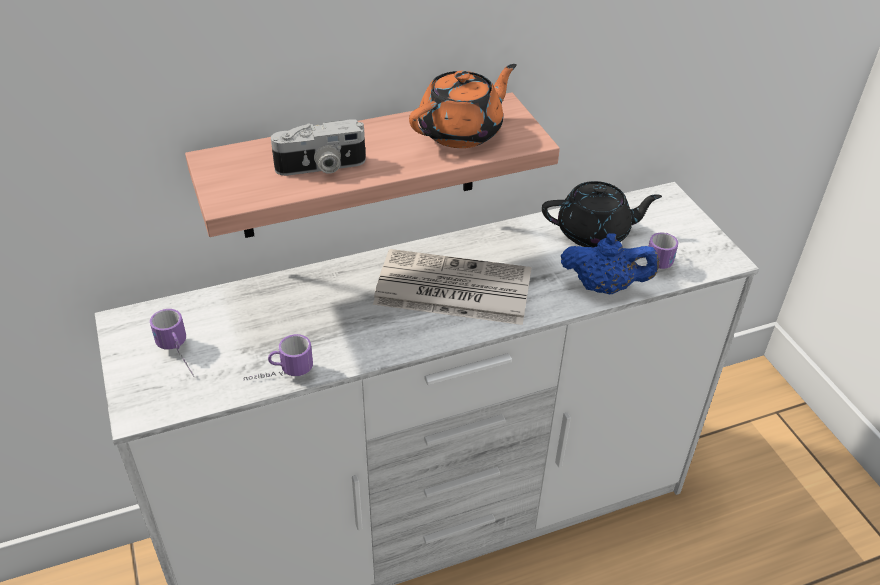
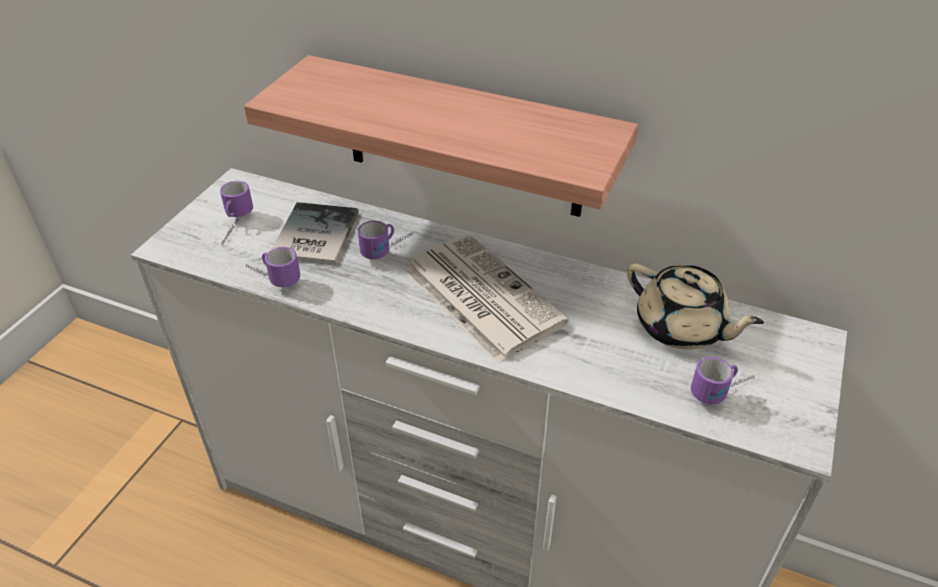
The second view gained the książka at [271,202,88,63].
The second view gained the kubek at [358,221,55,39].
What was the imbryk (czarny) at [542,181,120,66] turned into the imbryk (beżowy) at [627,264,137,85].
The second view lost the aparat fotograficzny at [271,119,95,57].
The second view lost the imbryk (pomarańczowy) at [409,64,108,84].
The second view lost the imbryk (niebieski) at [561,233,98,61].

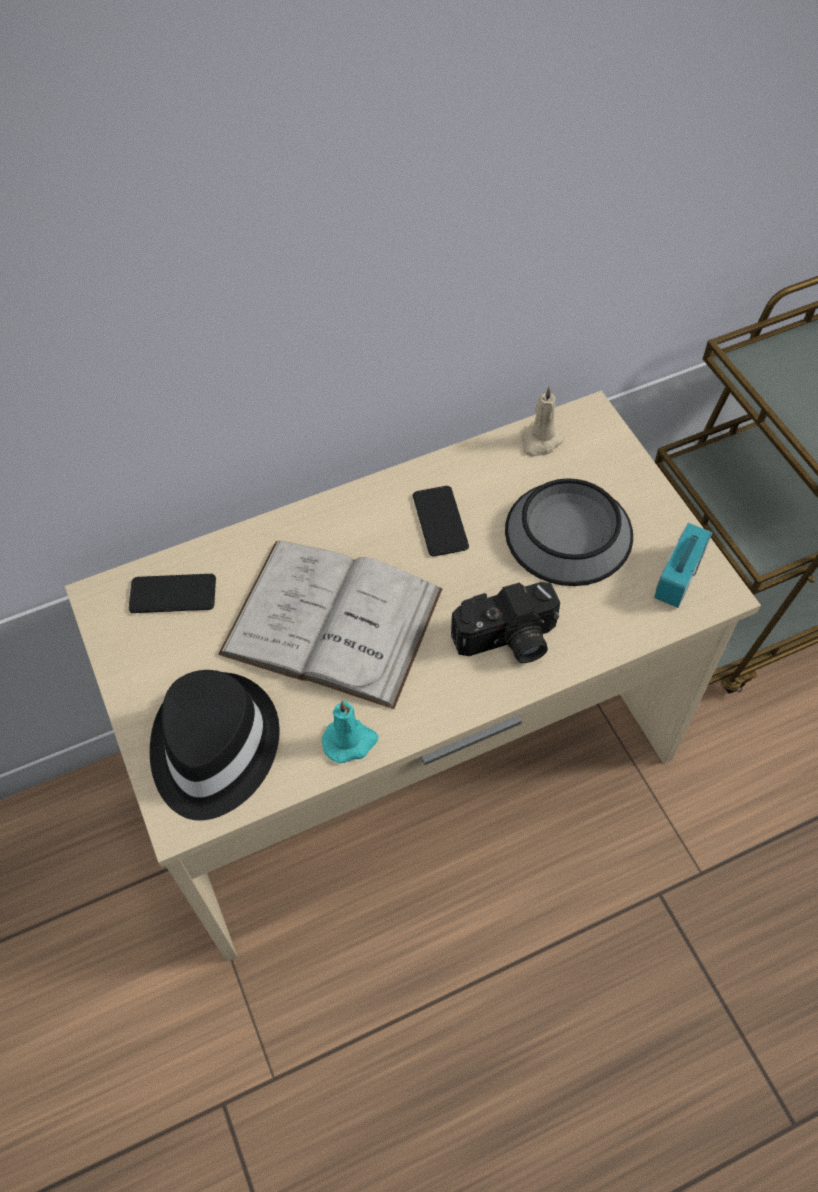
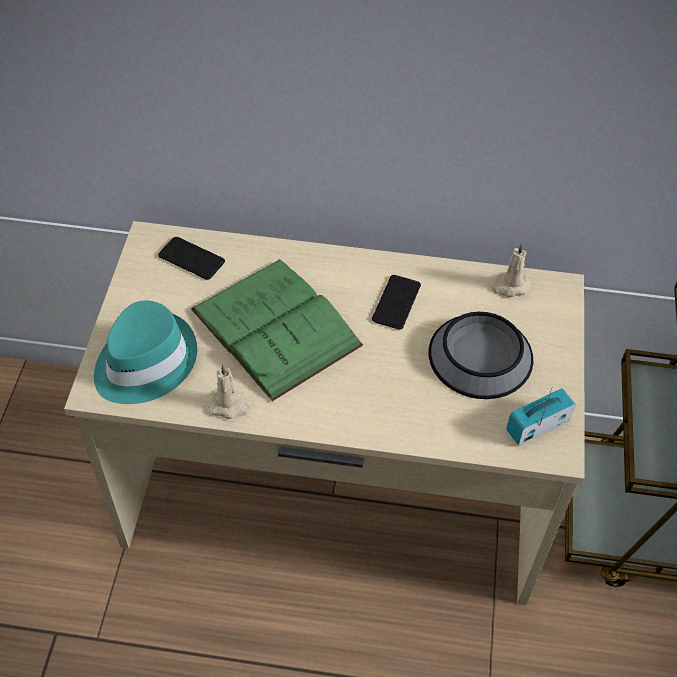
What was the kapelusz (czarny) at [150,670,130,151] turned into the kapelusz (turkusowy) at [94,300,103,104].
What was the książka (biały) at [218,540,224,169] turned into the książka (zielony) at [191,259,172,142].
What was the świeca (turkusowy) at [322,701,56,63] turned into the świeca (beżowy) at [208,364,42,55].
The second view lost the aparat fotograficzny at [451,582,109,81].

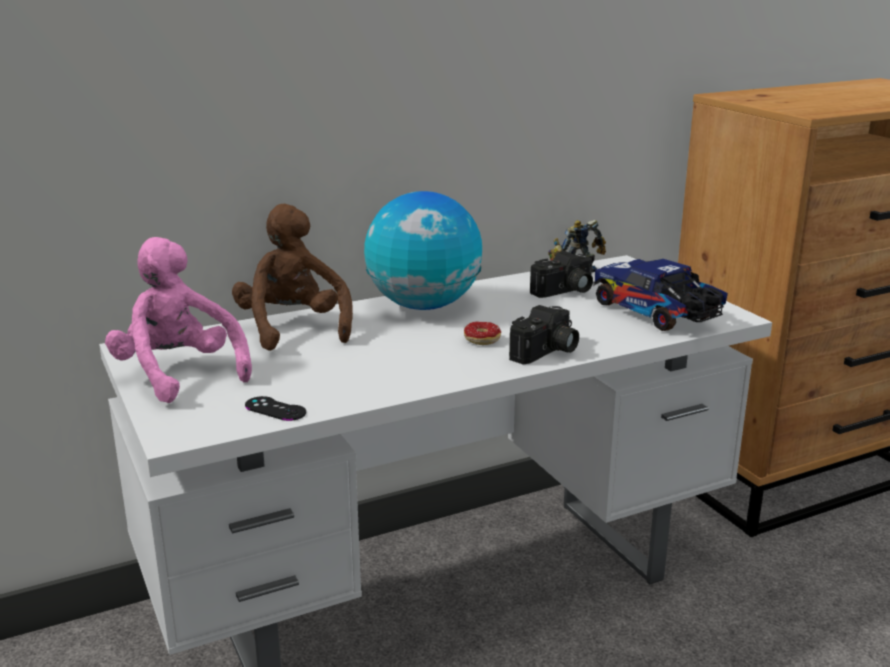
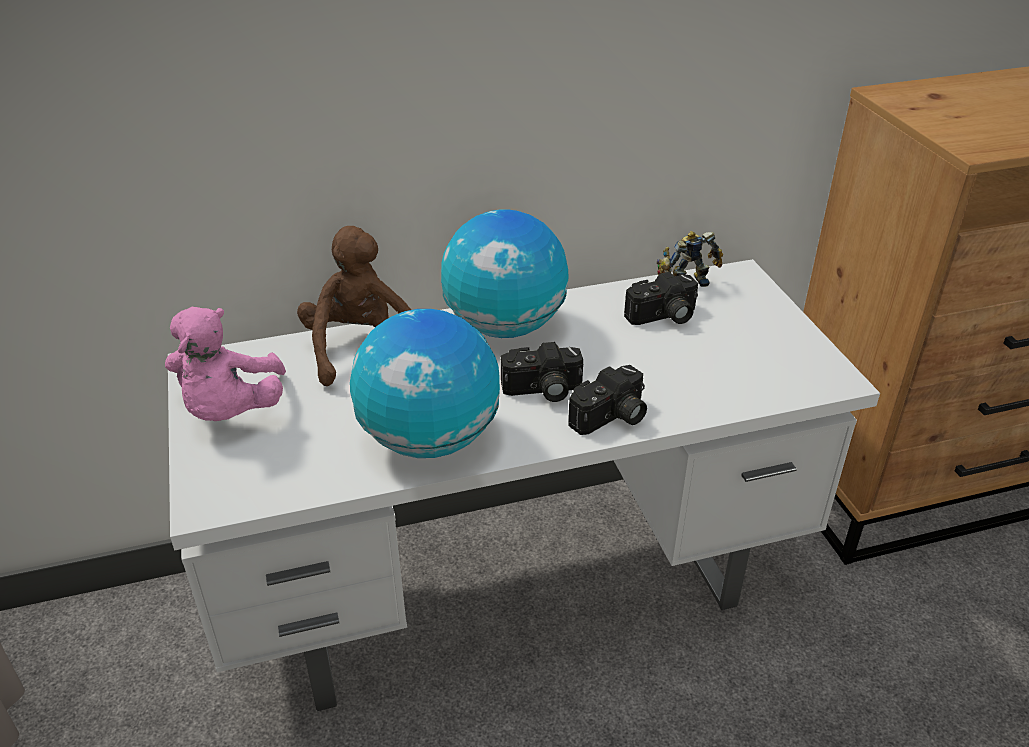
The pluszak (różowy) at [105,237,147,166] ended up facing another way, 150 degrees counterclockwise from before.
The second view gained the globus at [350,309,150,149].
Where the donut stood at [464,322,37,23], the aparat fotograficzny came to stand at [501,342,82,60].
The second view lost the pad do gier (czarny) at [245,396,61,25].
The second view lost the ciężarówka zabawkowa at [593,259,135,72].

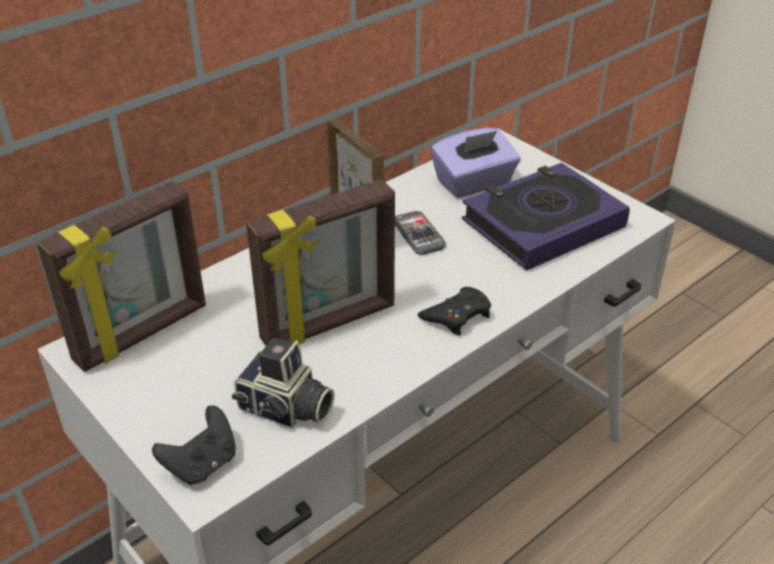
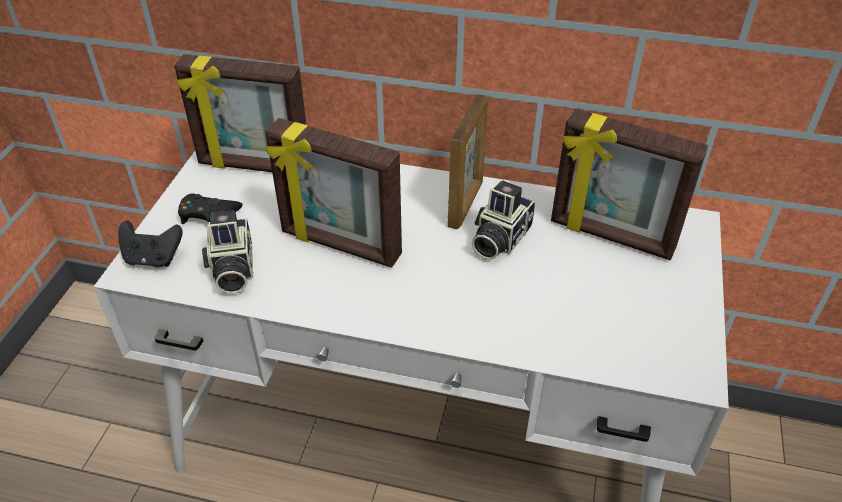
The pad do gier (czarny) ended up elsewhere, having gone from [418,287,73,49] to [178,193,65,31].
Where the telefon stood at [395,211,51,44], the aparat fotograficzny came to stand at [472,180,63,80].
Where the pudełko chusteczek (fioletowy) stood at [431,128,90,70], the ramka na zdjęcie came to stand at [551,108,157,152].
The second view lost the książka at [462,163,168,108].

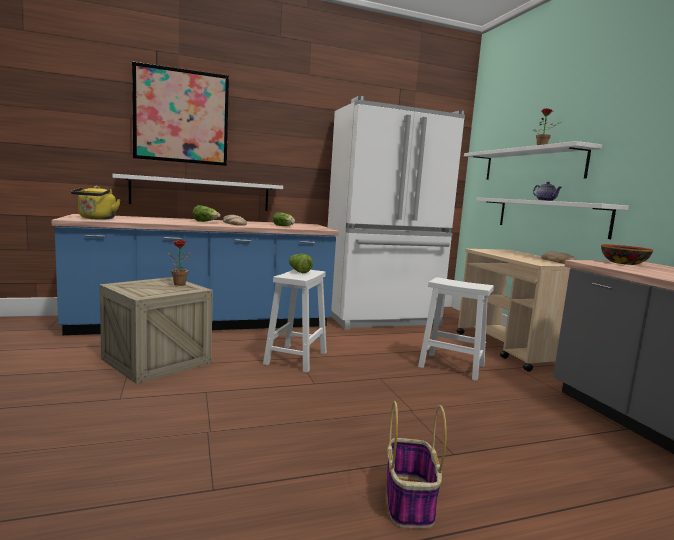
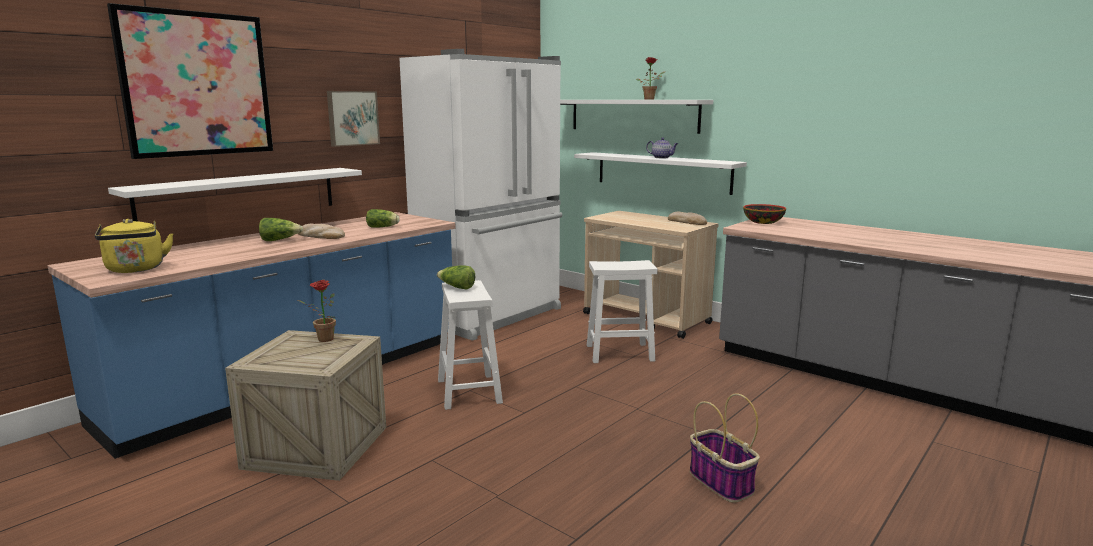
The second view gained the obraz at [327,91,53,56].

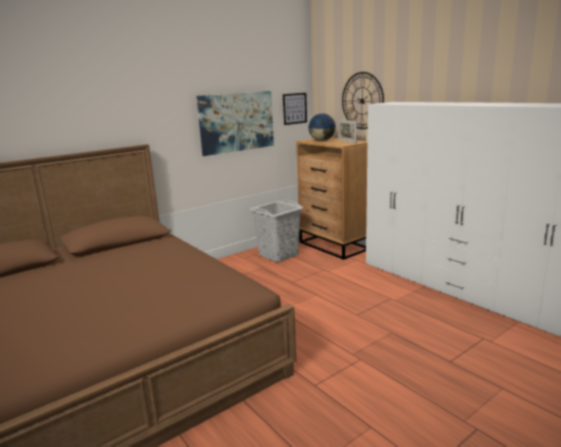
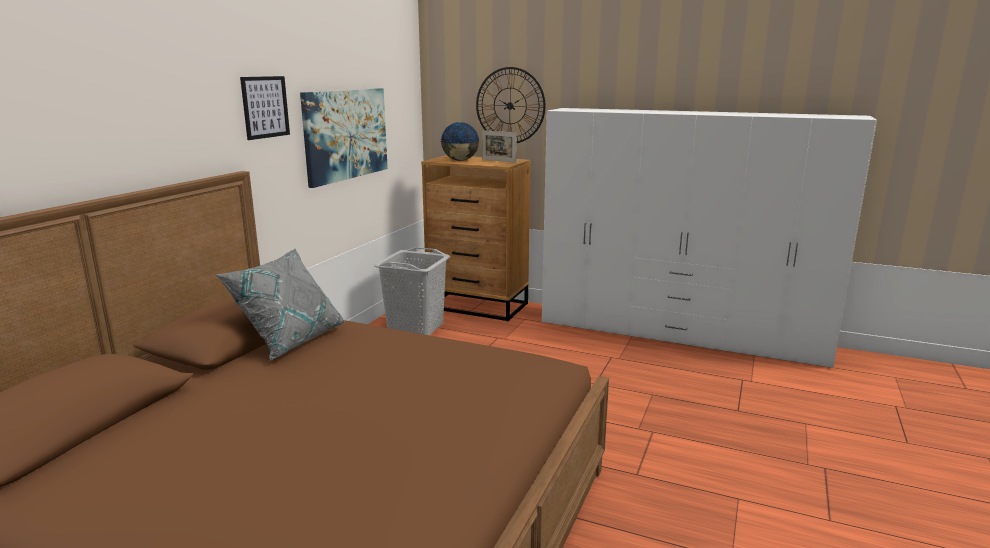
The second view gained the poduszka (szary) at [215,249,130,112].
The obraz ended up elsewhere, having gone from [283,93,24,32] to [240,76,50,64].

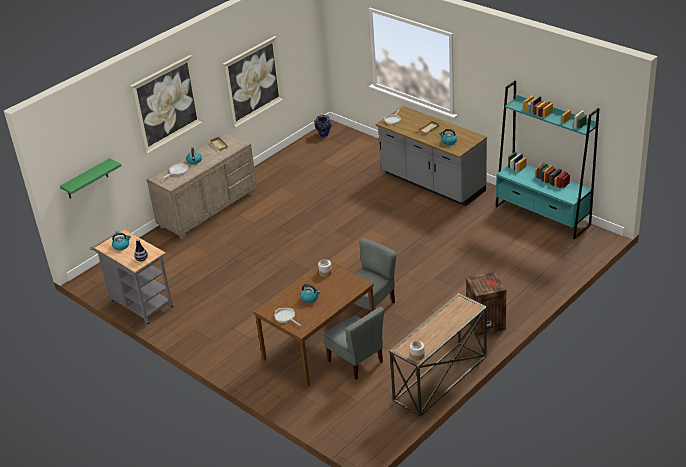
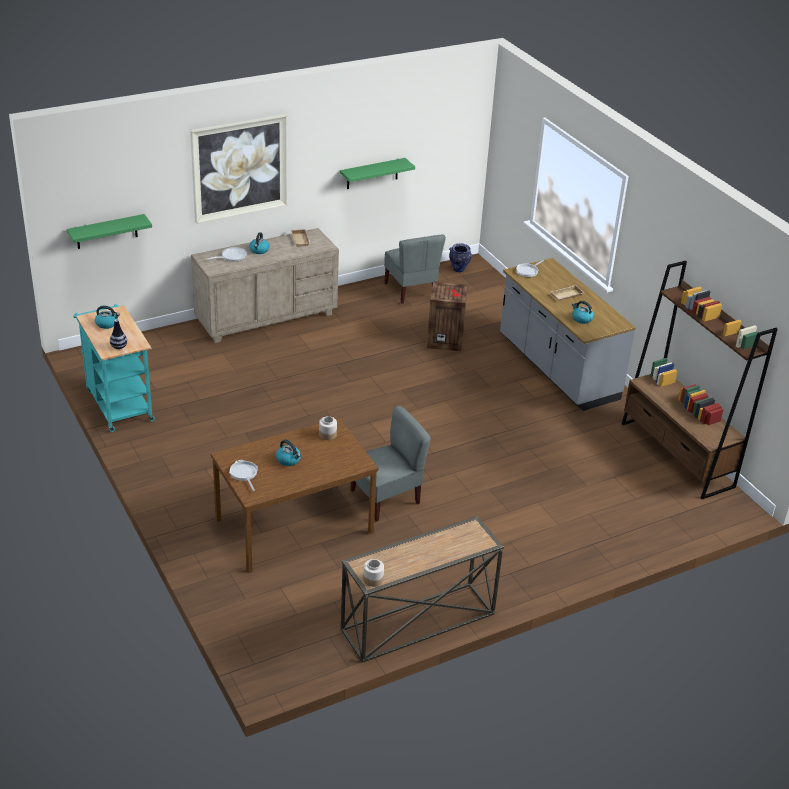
What was the wózek (szary) at [90,230,84,95] turned into the wózek (turkusowy) at [73,304,82,128].
Where the obraz hung at [222,36,62,93], the półka (zielony) came to hang at [340,158,75,31].
The krzesło (szary) ended up elsewhere, having gone from [324,307,60,73] to [384,235,62,69].
The skrzynka ended up elsewhere, having gone from [466,271,40,65] to [427,282,41,69].
What was the regał (turkusowy) at [496,81,104,158] turned into the regał (brązowy) at [622,261,155,238].

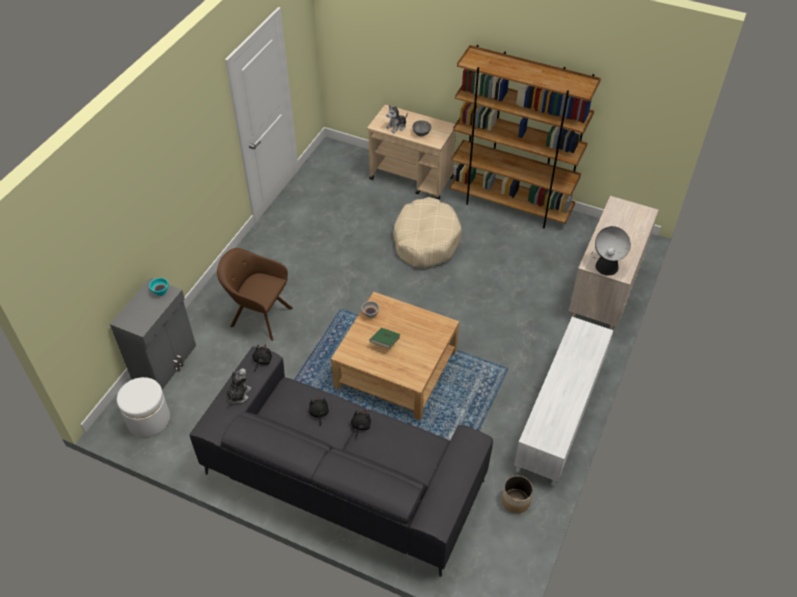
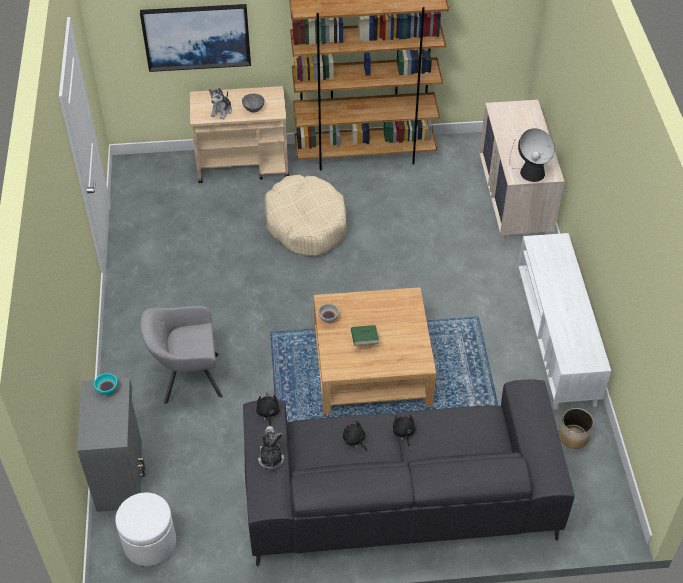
The second view gained the obraz at [140,4,111,68].
What was the fotel (brązowy) at [217,248,76,93] turned into the fotel (szary) at [140,306,83,98].

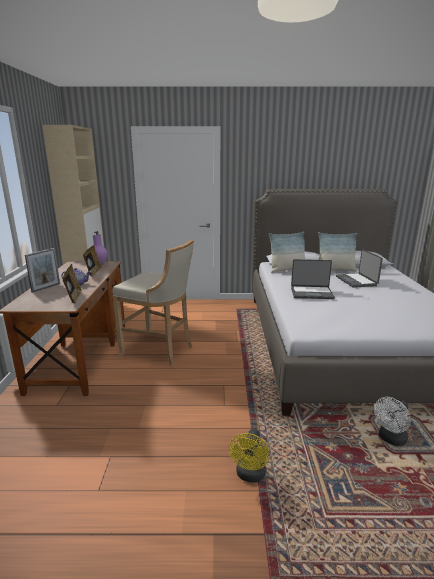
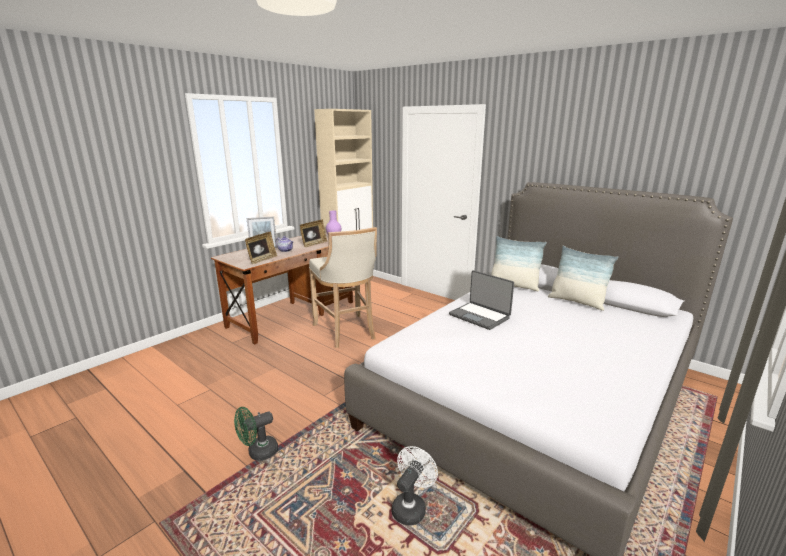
What was the wentylator (żółty) at [229,429,41,54] turned into the wentylator (zielony) at [234,407,44,54].
The wentylator (biały) at [374,397,37,49] ended up facing another way, 120 degrees clockwise from before.
The second view lost the laptop at [336,249,47,39].

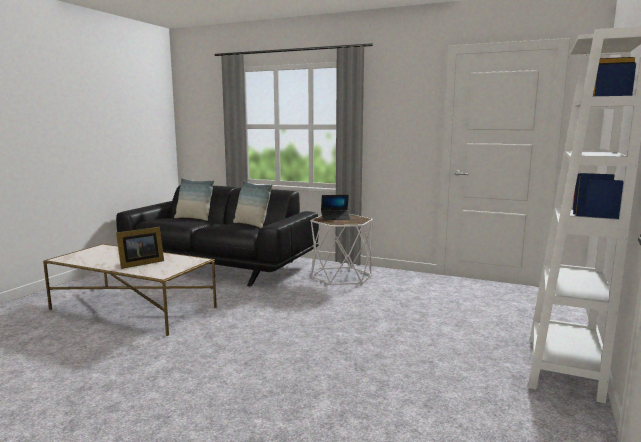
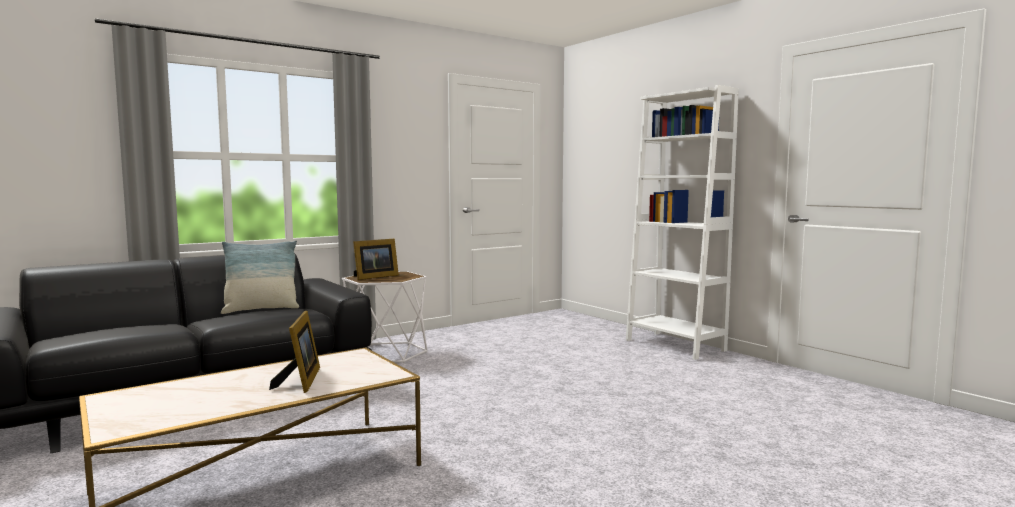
Where the laptop stood at [321,195,29,25], the ramka na zdjęcie came to stand at [353,238,46,42].
The second view lost the poduszka at [174,178,40,43].

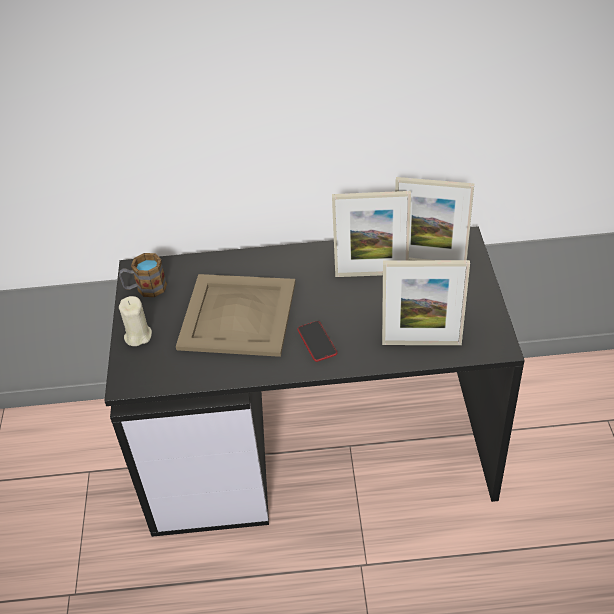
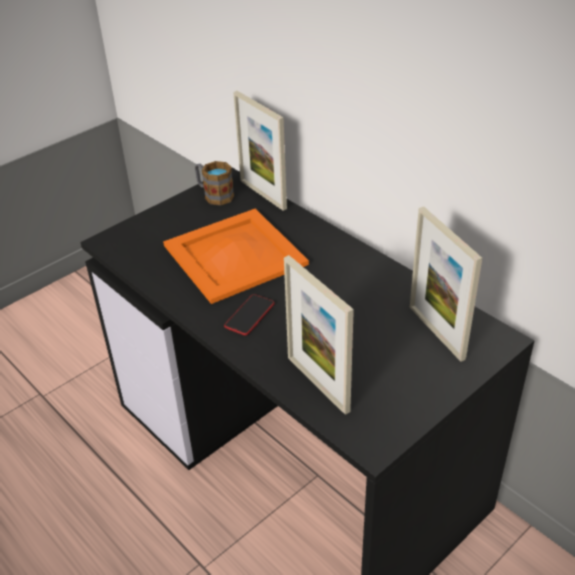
What was the taca (beżowy) at [176,274,120,83] turned into the taca (pomarańczowy) at [163,209,146,95].
The ramka na zdjęcie ended up elsewhere, having gone from [332,191,79,86] to [233,91,54,120].
The second view lost the świeca (beżowy) at [119,296,33,50].

